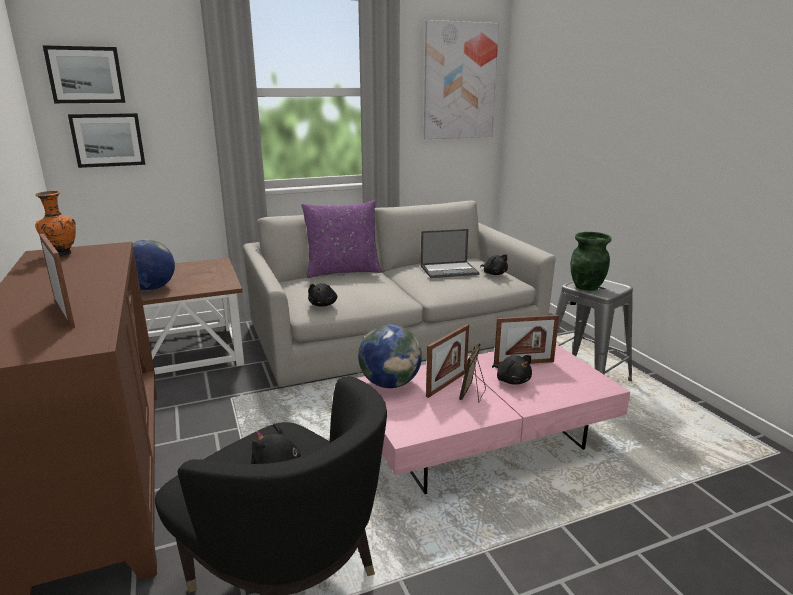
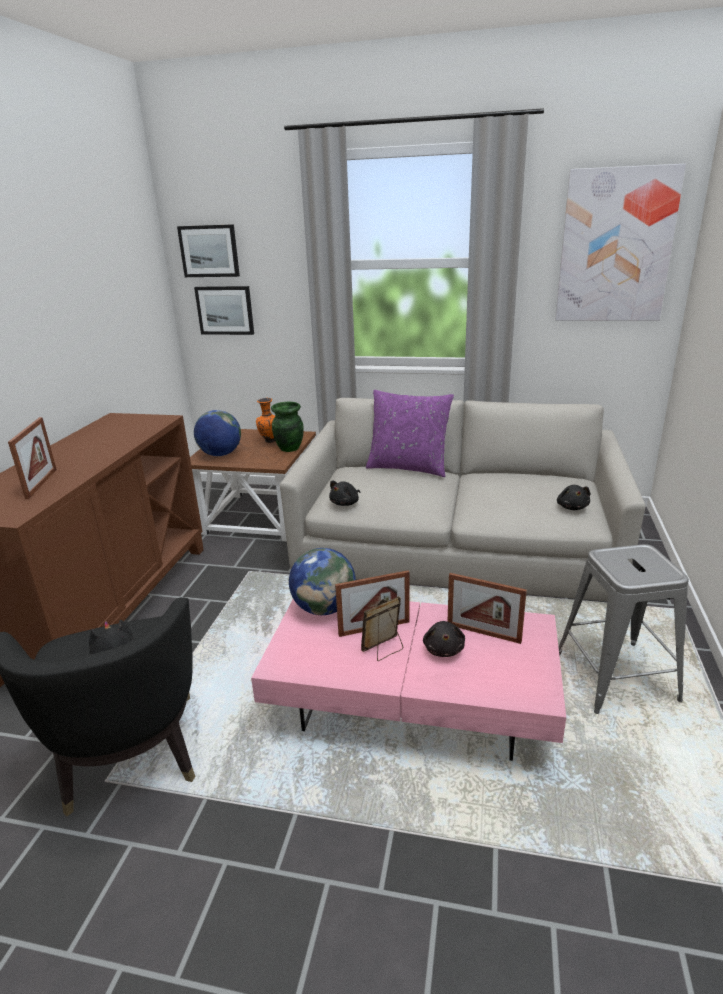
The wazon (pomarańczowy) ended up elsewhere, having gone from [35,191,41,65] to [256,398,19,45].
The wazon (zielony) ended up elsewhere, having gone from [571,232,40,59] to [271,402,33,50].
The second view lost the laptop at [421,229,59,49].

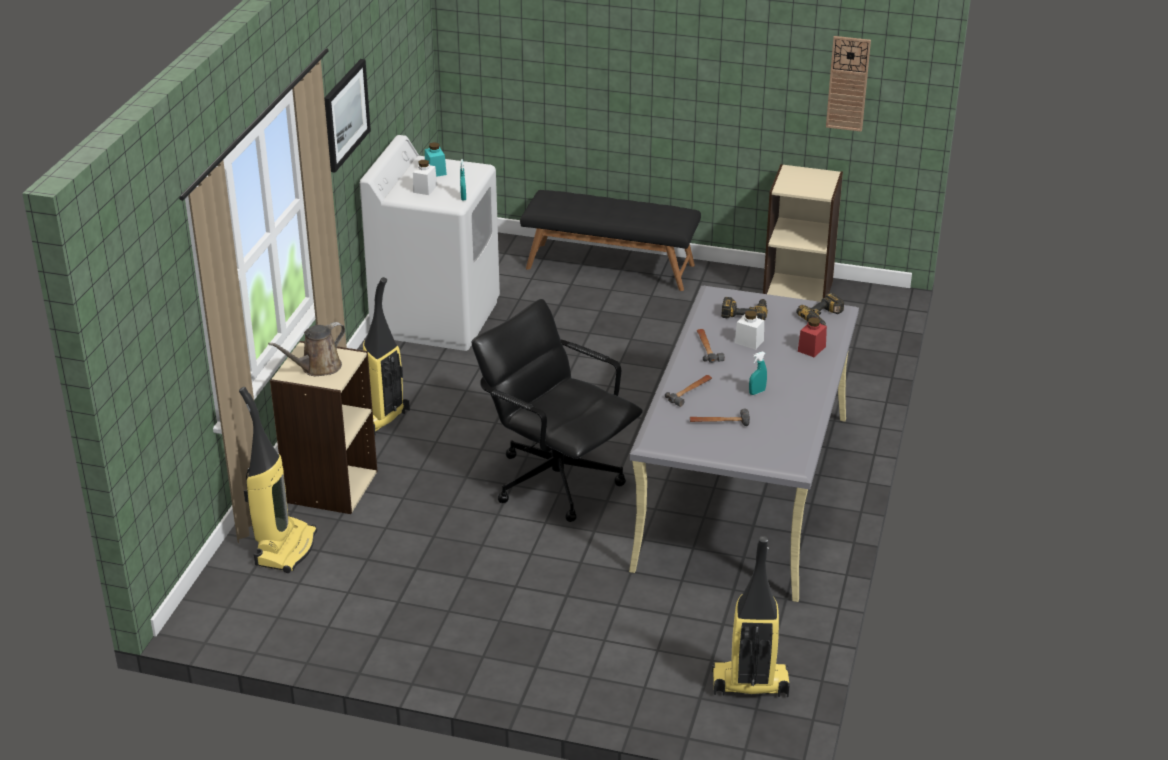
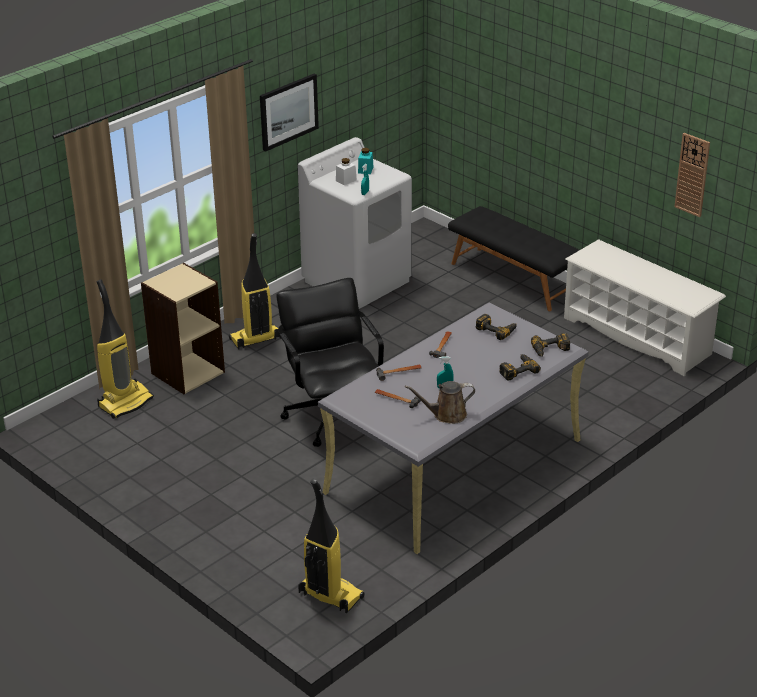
The konewka (brązowy) ended up elsewhere, having gone from [268,322,77,55] to [405,381,70,43].
Where the słoik (czerwony) stood at [798,317,29,40], the wiertarka came to stand at [499,354,42,27].
Where the regał (beżowy) stood at [763,164,80,138], the regał na buty (biały) came to stand at [564,240,162,136].
The second view lost the słoik (biały) at [734,310,30,40].

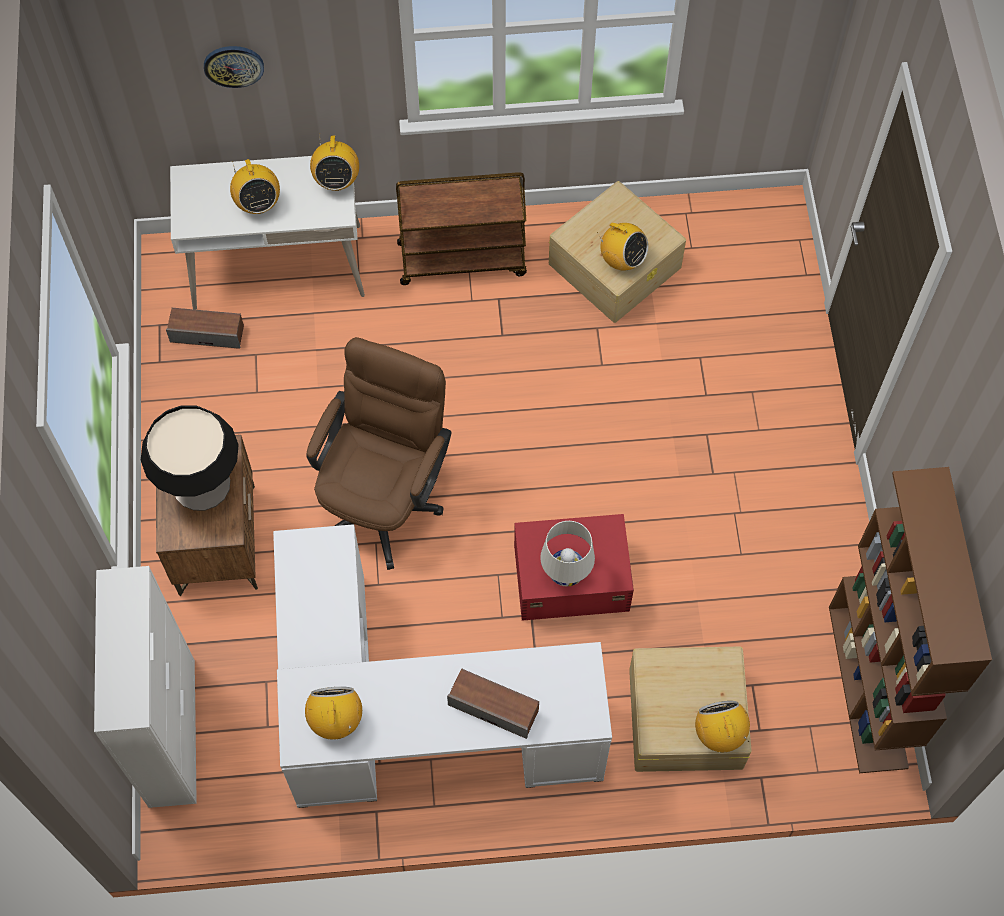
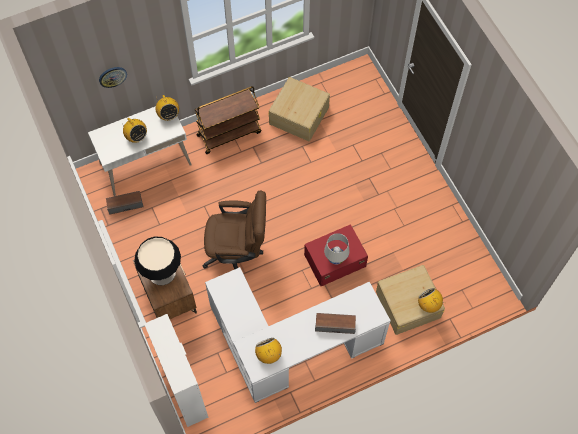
The krzesło biurowe (brązowy) at [306,337,146,233] ended up facing another way, 90 degrees clockwise from before.
The second view lost the radio at [597,223,51,48].
The second view lost the regał (brązowy) at [829,467,163,306].

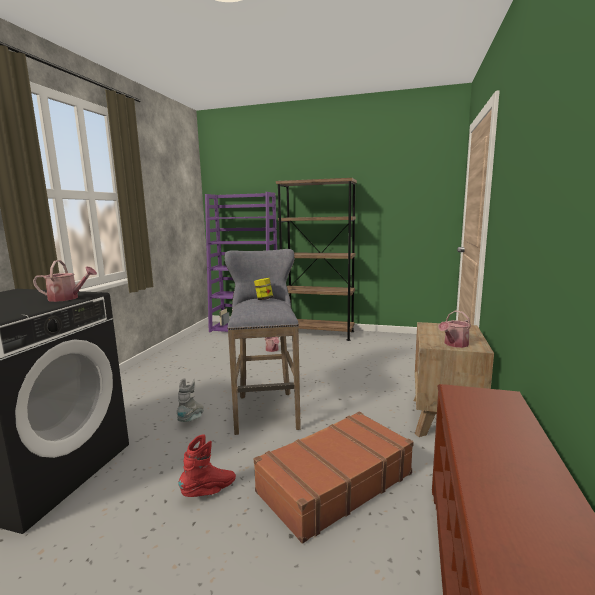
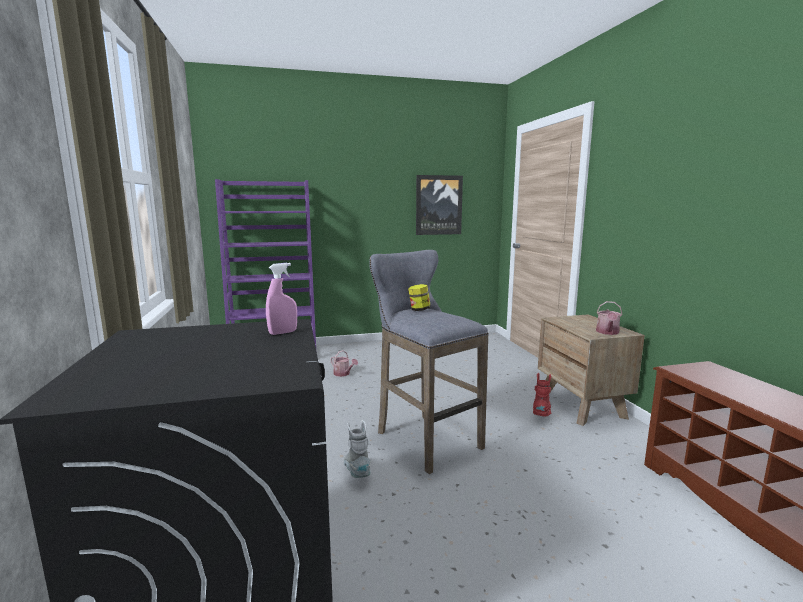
Where the konewka stood at [33,260,64,42], the spryskiwacz (różowy) came to stand at [266,263,31,72].
The second view gained the obraz at [416,175,47,60].
The but z cholewką (czerwony) ended up elsewhere, having gone from [178,434,58,63] to [533,373,18,43].
The second view lost the walizka (brązowy) at [254,412,160,132].
The second view lost the regał (brązowy) at [276,178,81,163].

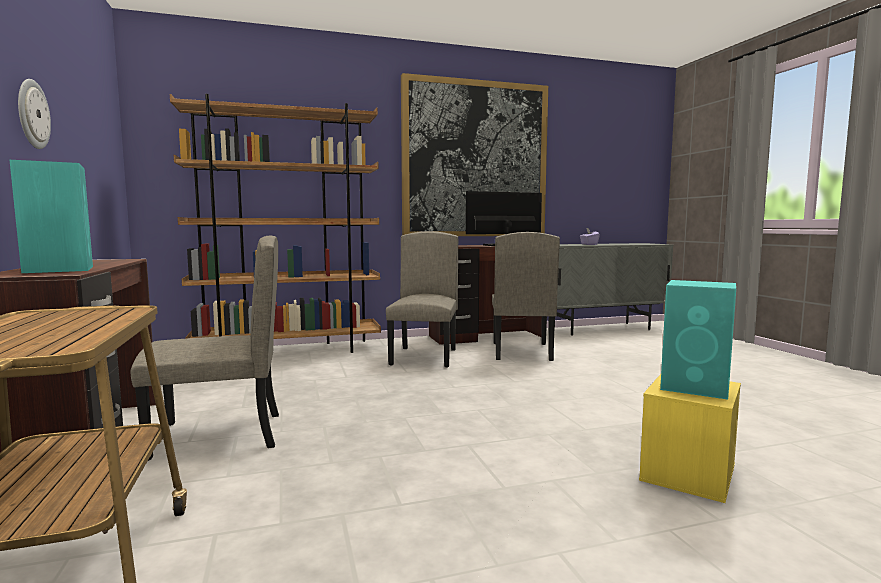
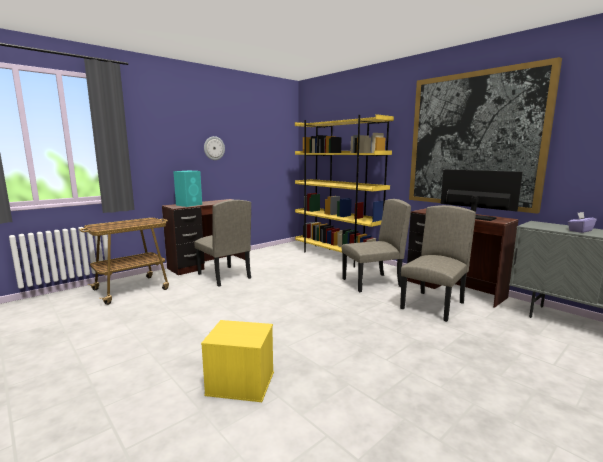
What was the regał (brązowy) at [170,94,211,259] turned into the regał (żółty) at [295,114,99,153].
The krzesło (beżowy) at [492,232,68,129] ended up facing another way, 150 degrees clockwise from before.
The second view lost the głośnik (turkusowy) at [660,280,76,119].

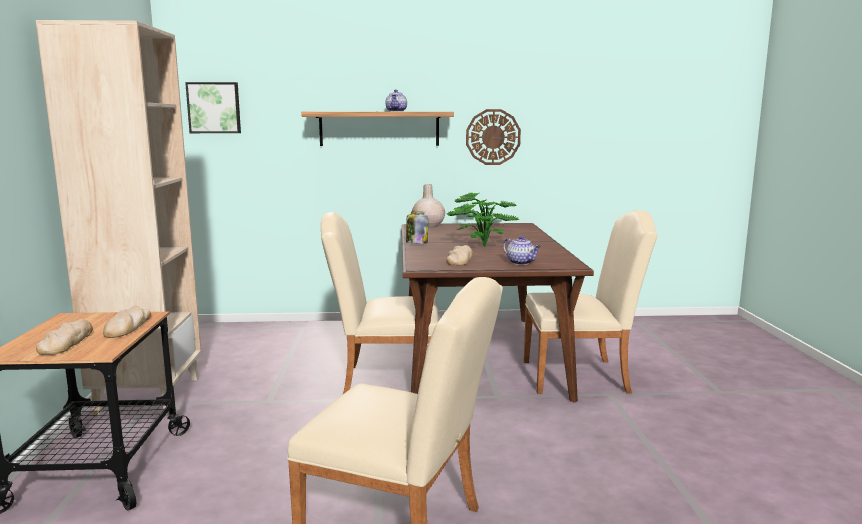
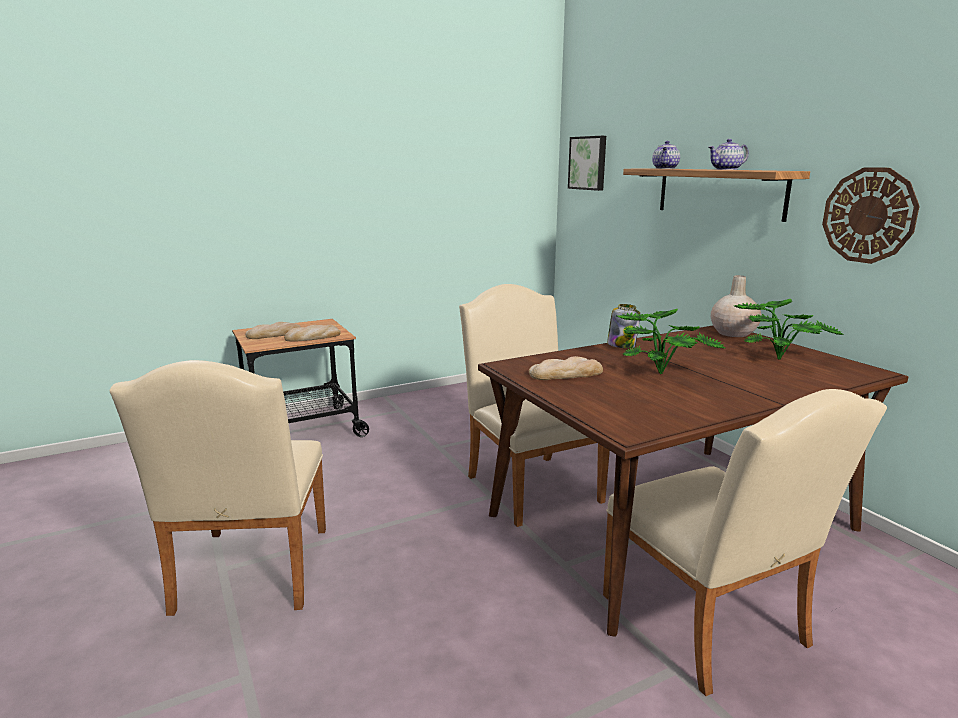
The imbryk ended up elsewhere, having gone from [503,236,38,29] to [652,141,28,28].
The second view lost the regał (beżowy) at [36,20,165,397].

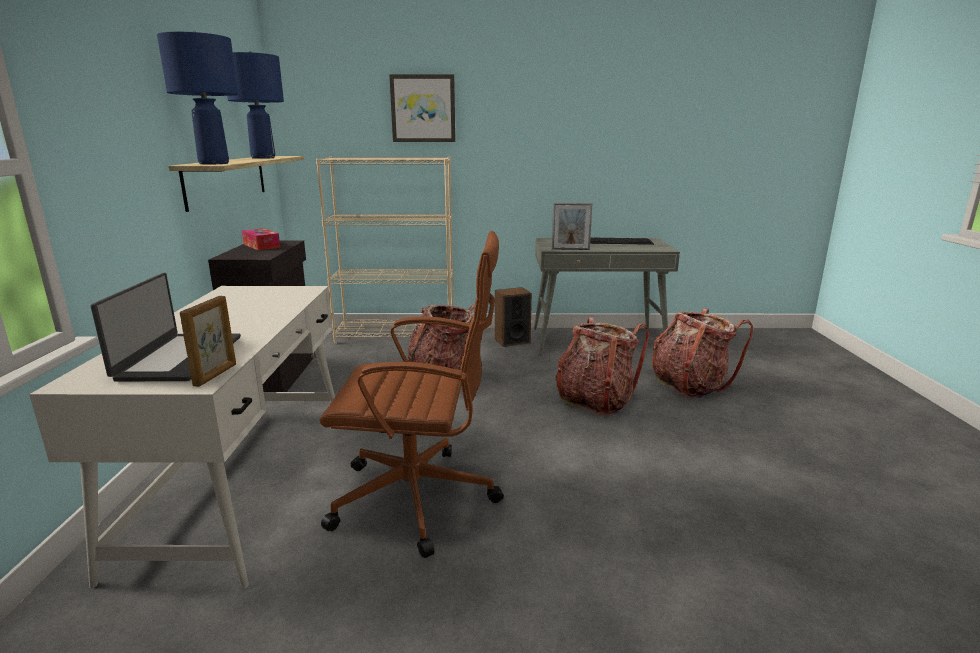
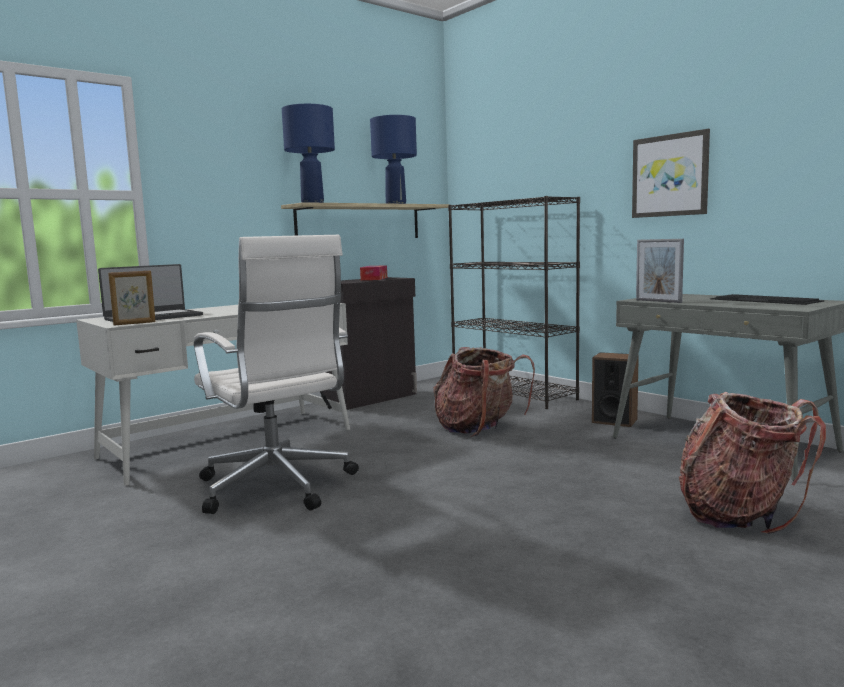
What was the krzesło biurowe (brązowy) at [320,231,184,327] turned into the krzesło biurowe (biały) at [194,235,165,279].
What was the regał (beżowy) at [316,157,138,187] turned into the regał (czarny) at [448,196,132,213].
The obraz ended up elsewhere, having gone from [389,74,67,68] to [632,129,78,89].
The second view lost the plecak at [555,317,94,99].

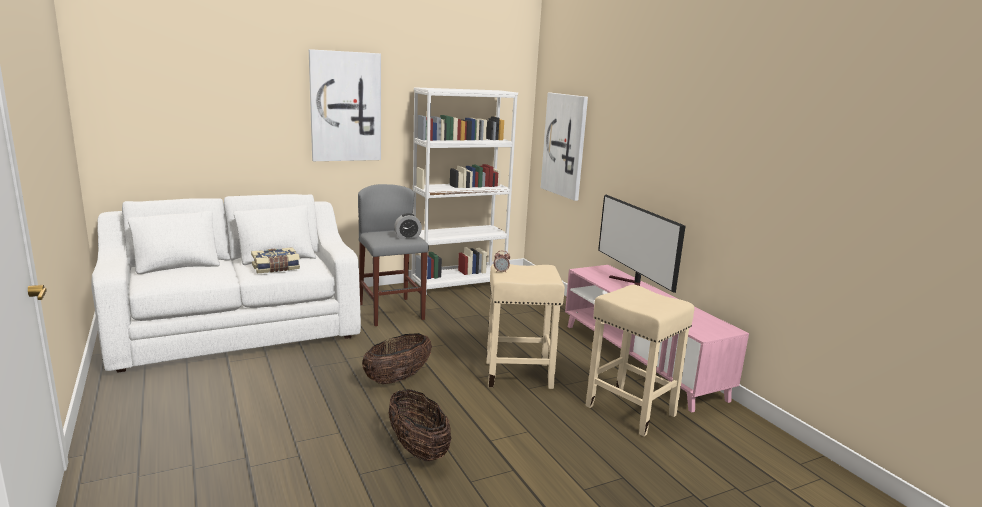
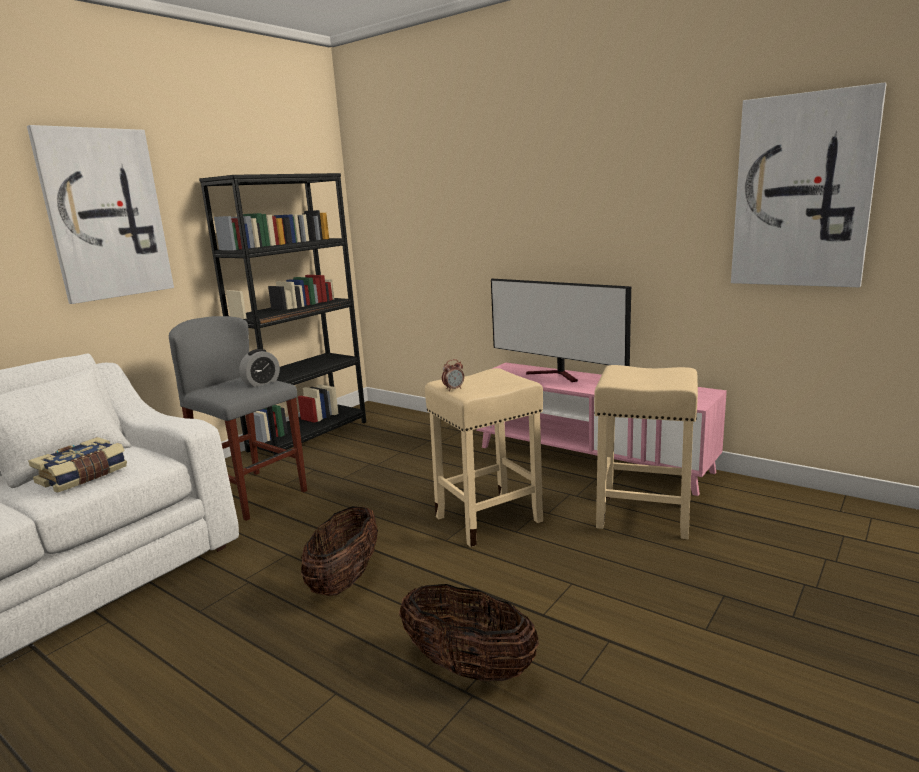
What was the regał (biały) at [412,87,106,208] turned into the regał (czarny) at [199,173,167,288].
The obraz ended up elsewhere, having gone from [541,93,47,108] to [731,82,156,205].

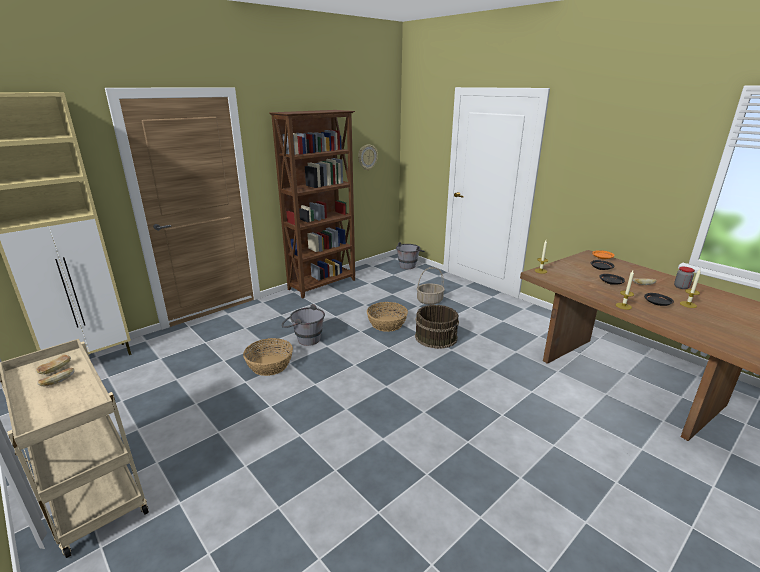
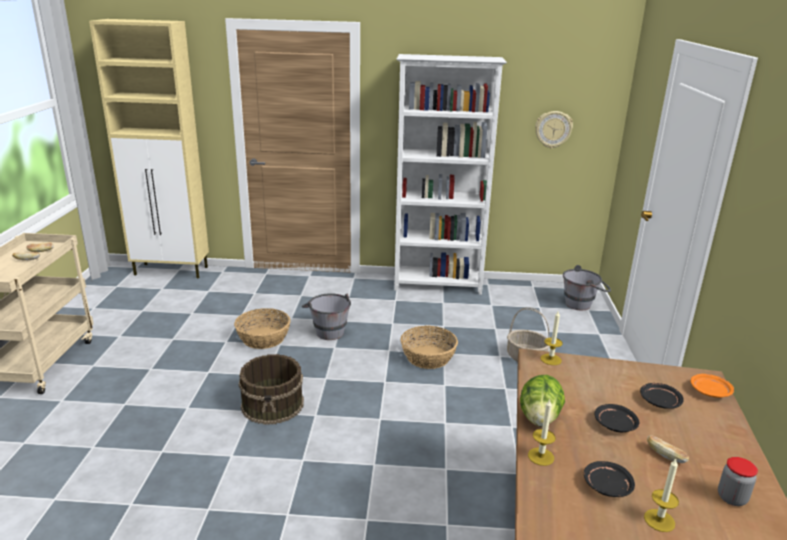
The wiadro (brązowy) ended up elsewhere, having gone from [415,305,44,44] to [239,354,65,71].
What was the regał (brązowy) at [269,110,86,189] turned into the regał (biały) at [394,54,113,241].
The second view gained the sałata at [520,375,45,52].

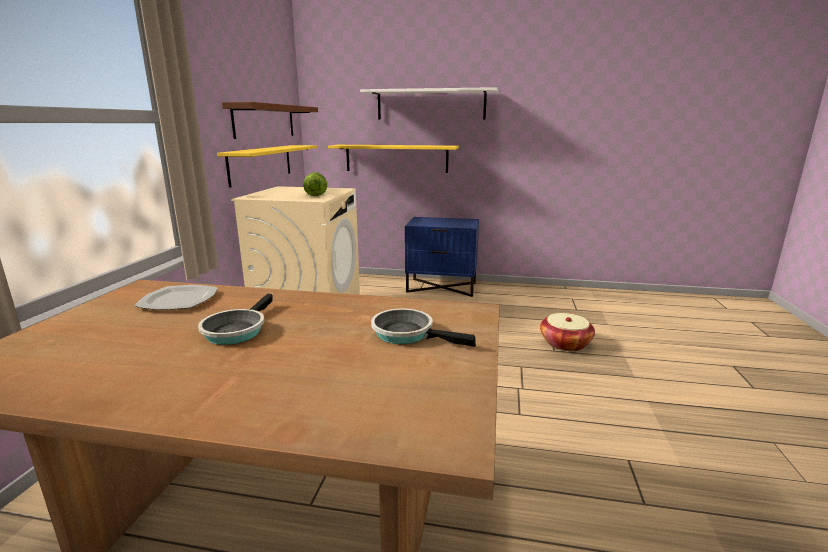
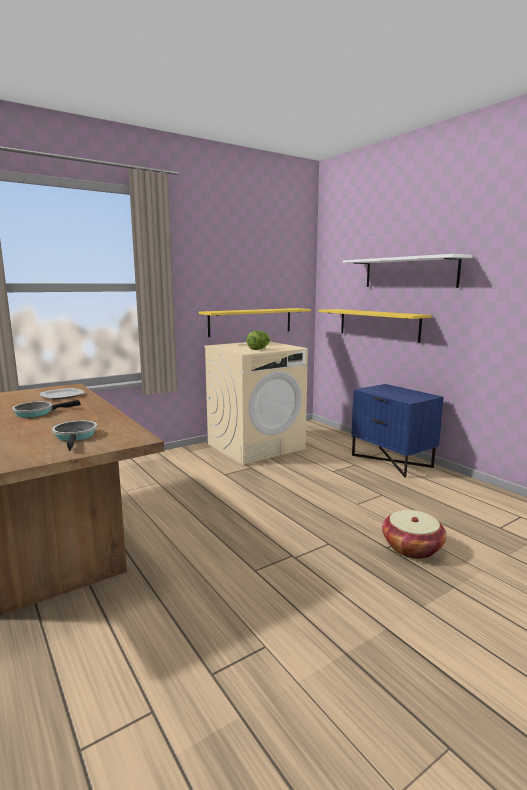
The second view lost the półka (brązowy) at [222,102,96,37].

